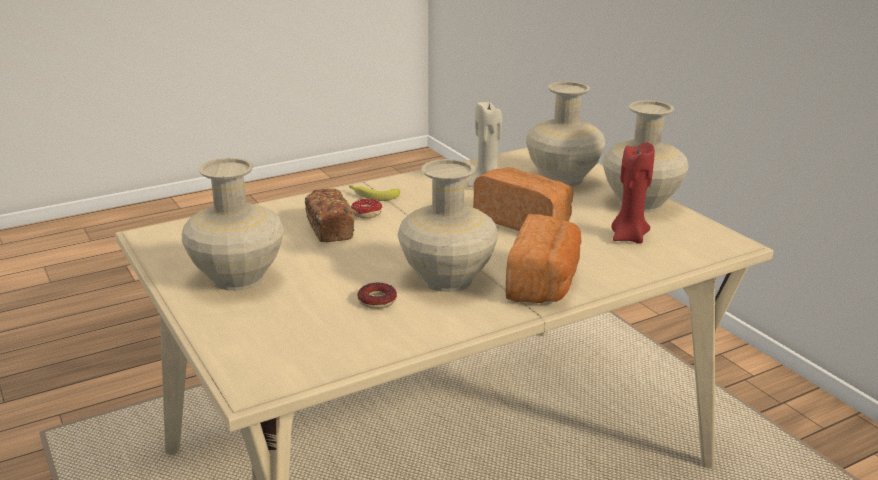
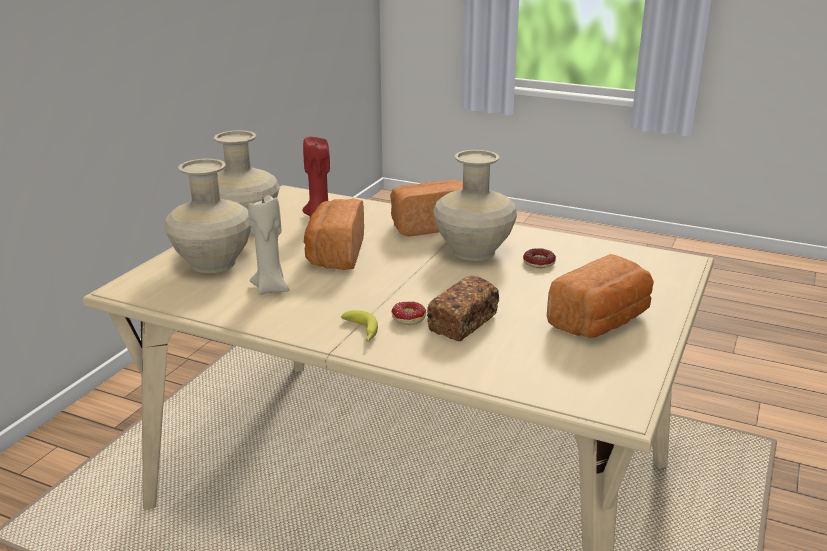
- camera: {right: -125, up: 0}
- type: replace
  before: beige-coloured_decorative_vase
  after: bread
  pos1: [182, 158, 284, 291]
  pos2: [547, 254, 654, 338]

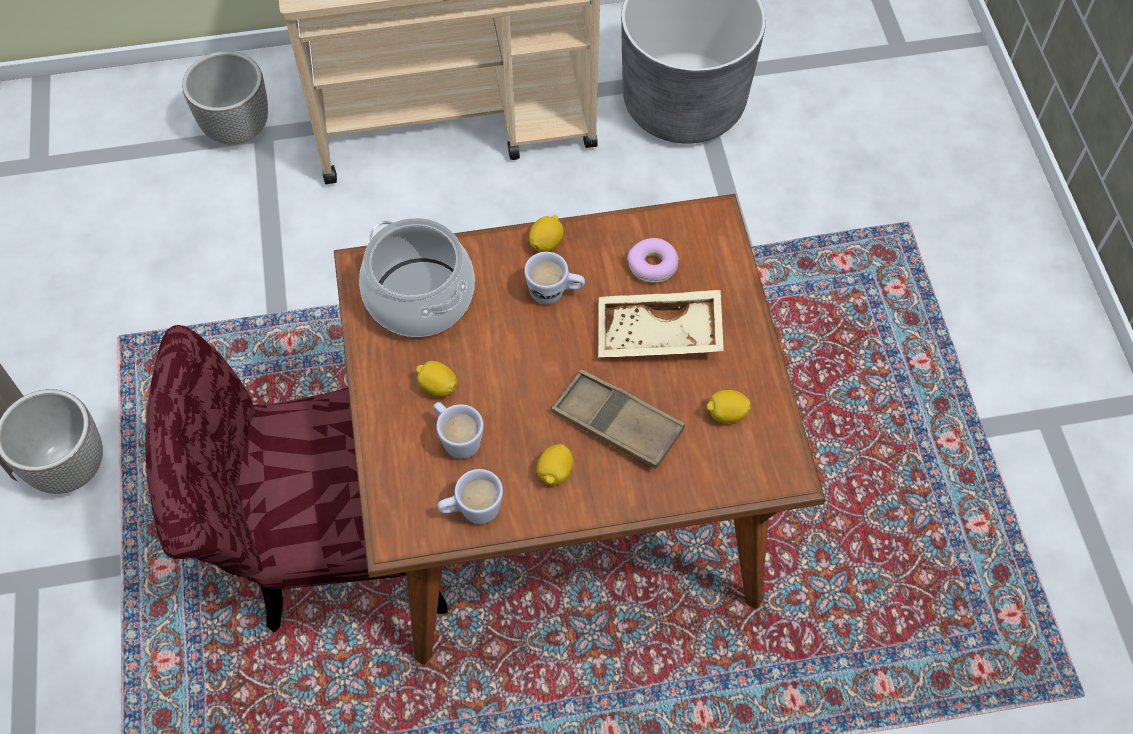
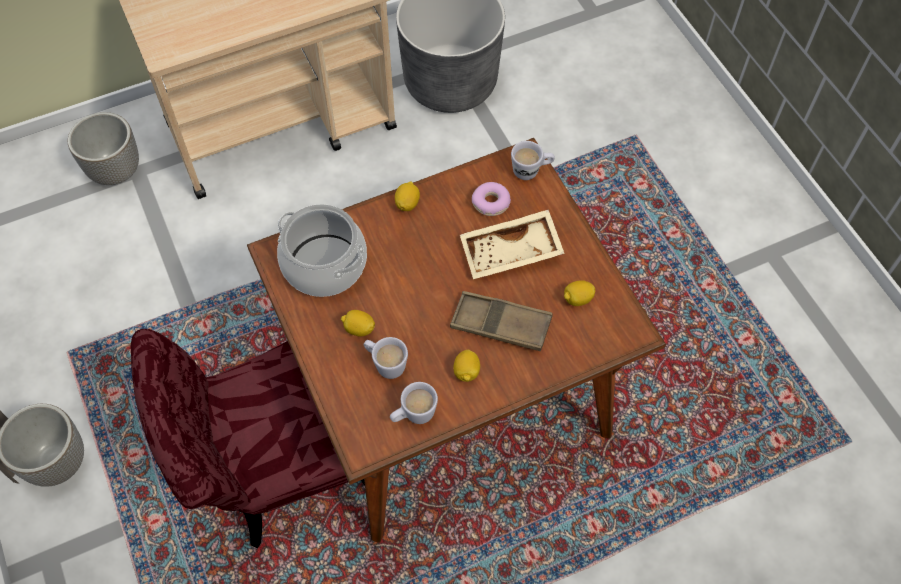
- camera: {right: -15, up: 0}
- type: move
  before: white_mug
  pos1: [524, 252, 585, 304]
  pos2: [511, 141, 555, 180]

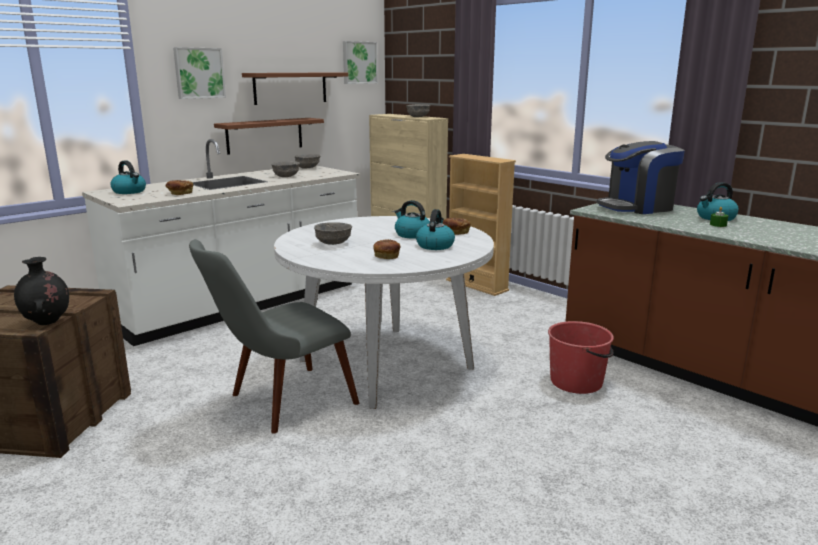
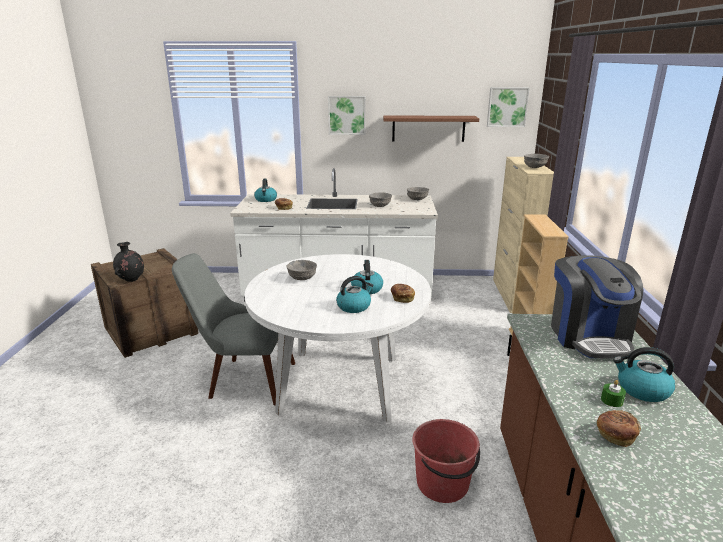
- camera: {right: 45, up: 5}
- type: rotate
  before: coffee_maker
  pos1: [597, 141, 685, 214]
  pos2: [551, 255, 643, 359]
  turn: -120
- type: move
  before: bread
  pos1: [373, 239, 400, 259]
  pos2: [597, 410, 641, 447]
- type: delete
  before: brown-coloured_shelf
  pos1: [214, 118, 324, 155]

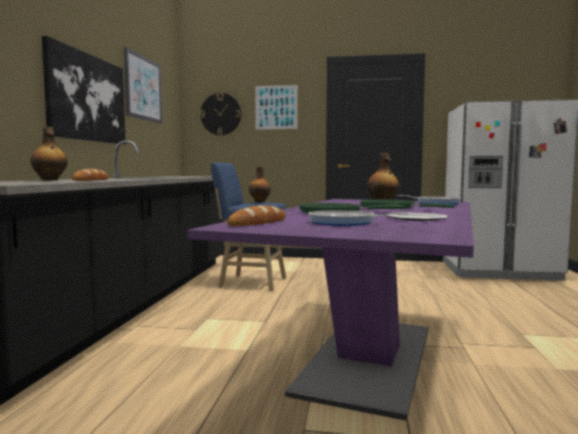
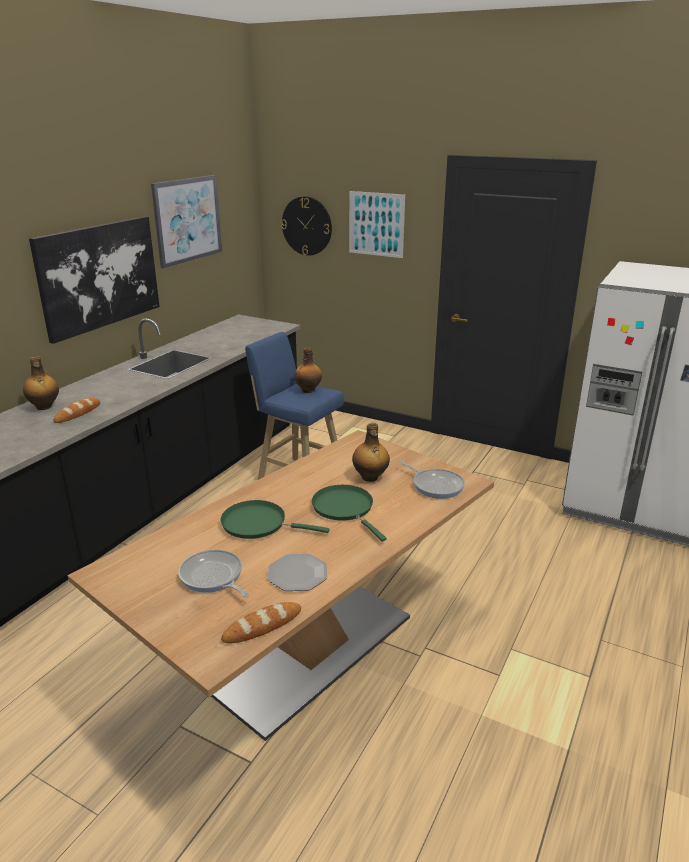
- camera: {right: 20, up: 20}
- type: recolor
  before: purple-coloured_dining_table
  after: beige-coloured_dining_table
  pos1: [187, 199, 474, 420]
  pos2: [68, 430, 494, 741]
- type: move
  before: bread
  pos1: [227, 205, 286, 226]
  pos2: [221, 602, 301, 643]

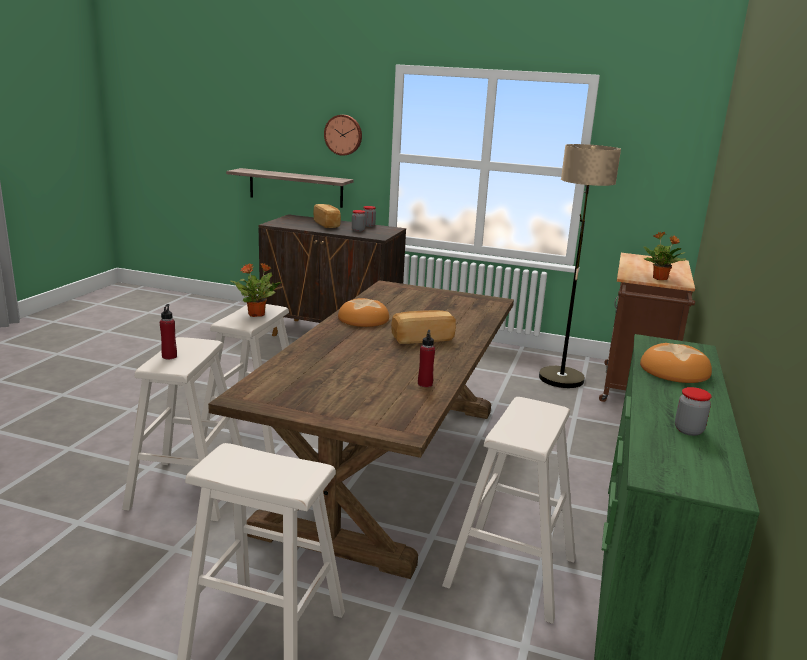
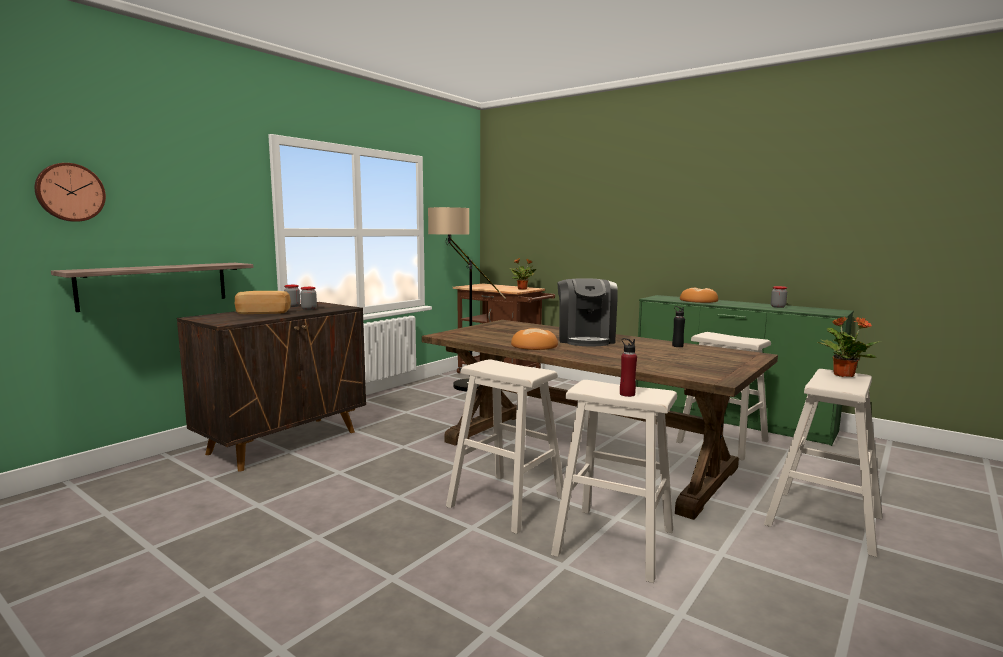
- camera: {right: -70, up: -10}
- type: move
  before: clock_on_the_wall
  pos1: [324, 115, 362, 156]
  pos2: [35, 163, 106, 222]
- type: replace
  before: bread
  after: coffee_maker
  pos1: [391, 310, 456, 344]
  pos2: [557, 278, 618, 346]
- type: recolor
  before: red-coloured_bottle
  after: blackish_bottle
  pos1: [418, 330, 435, 387]
  pos2: [672, 306, 685, 347]
- type: move
  before: plant_in_a_pot
  pos1: [230, 263, 281, 317]
  pos2: [817, 316, 881, 377]

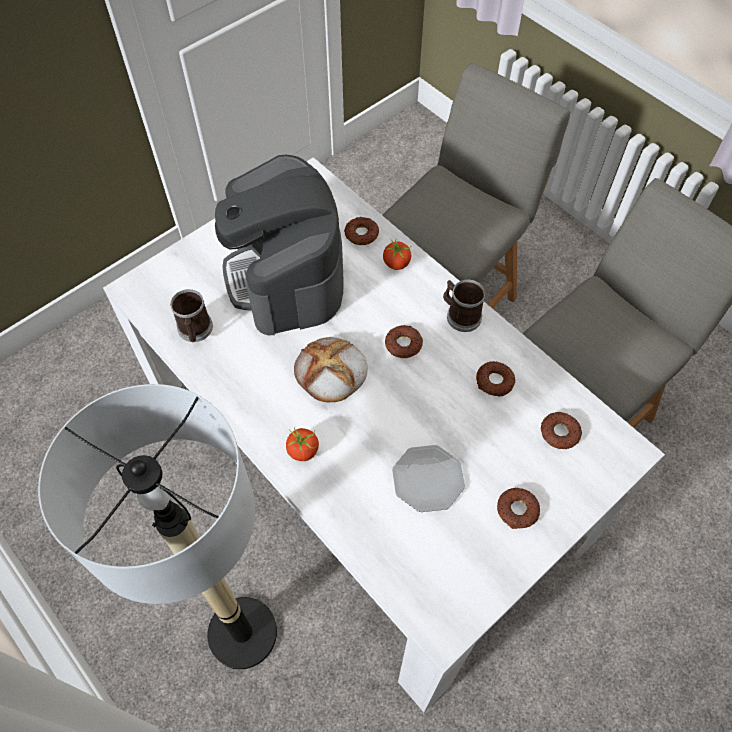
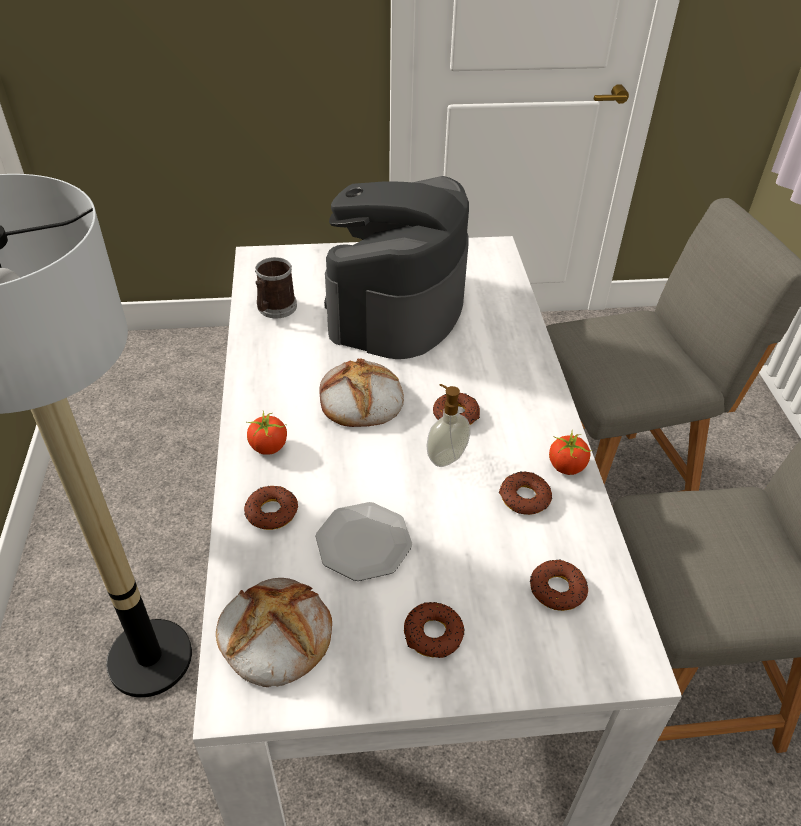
- camera: {right: 35, up: -15}
- type: insert
  after: bread
  pos2: [216, 578, 332, 687]
- type: move
  before: doughnut
  pos1: [344, 217, 379, 245]
  pos2: [244, 486, 298, 530]
- type: insert
  after: liquid_soap_bottle
  pos2: [426, 384, 470, 467]
- type: move
  before: tomato
  pos1: [383, 240, 412, 270]
  pos2: [549, 429, 593, 475]
- type: delete
  before: mug
  pos1: [443, 279, 486, 332]

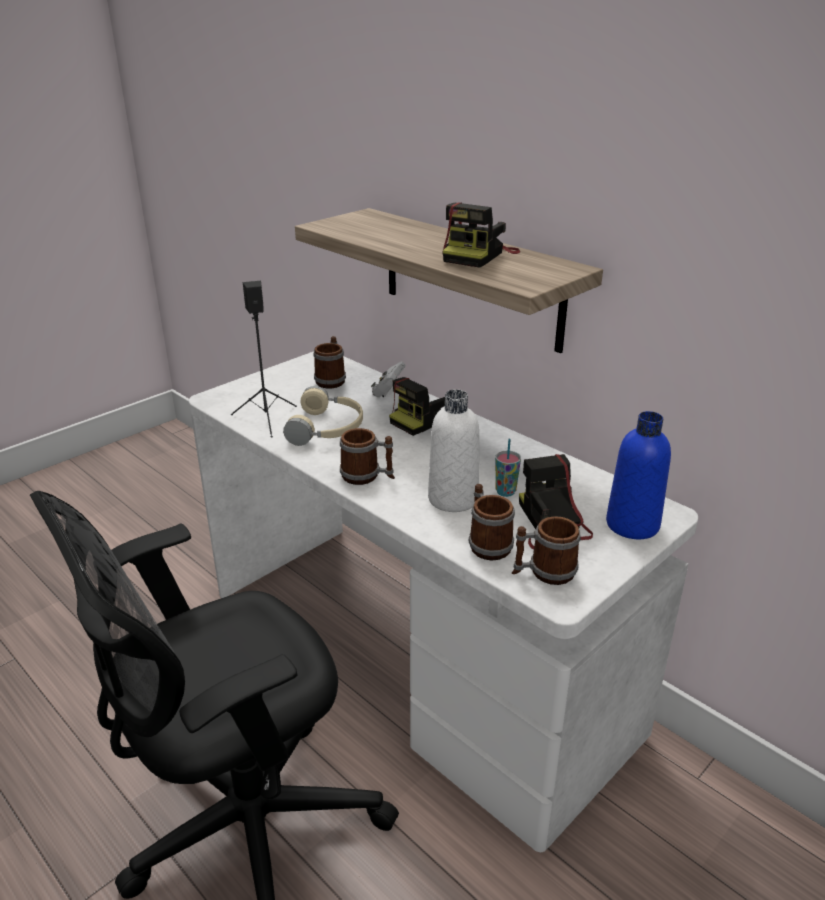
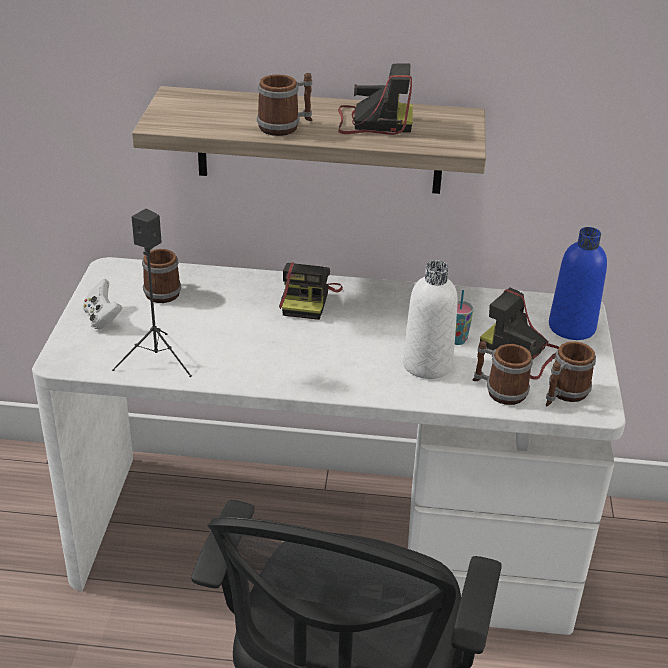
- camera: {right: -40, up: 5}
- type: move
  before: white_joypad
  pos1: [371, 362, 406, 397]
  pos2: [83, 279, 122, 330]
- type: move
  before: mug
  pos1: [340, 428, 395, 485]
  pos2: [257, 73, 312, 136]
- type: rotate
  before: photo_camera
  pos1: [442, 202, 520, 268]
  pos2: [338, 63, 413, 135]
  turn: -75
- type: delete
  before: beige-coloured_headphones
  pos1: [283, 386, 363, 446]

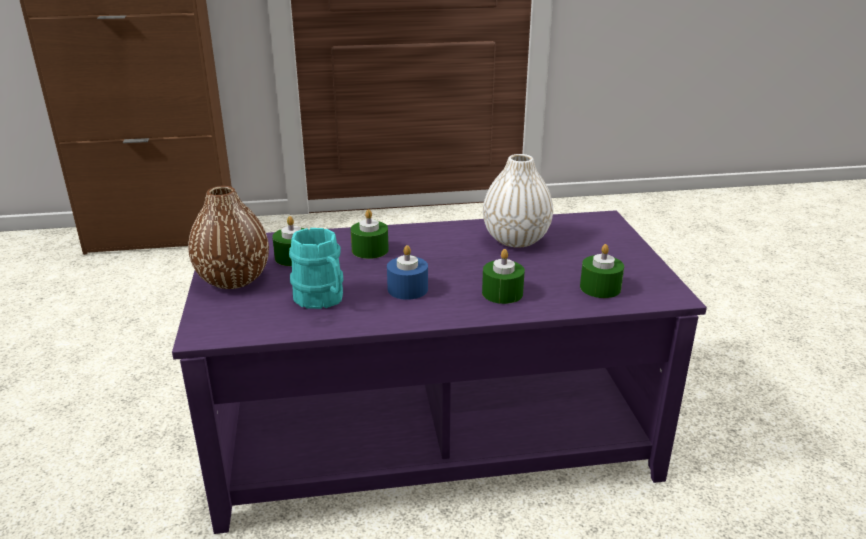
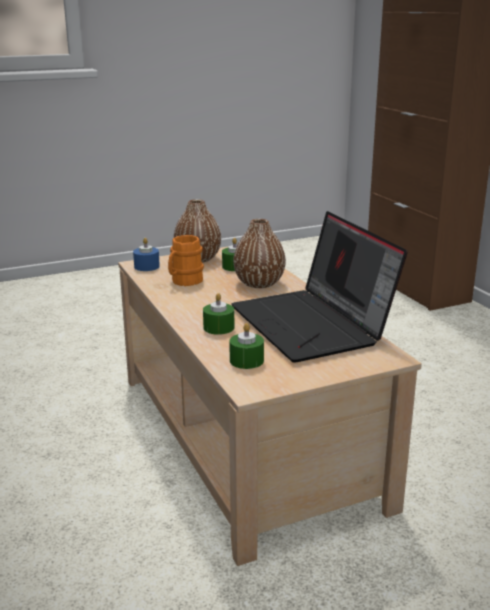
- camera: {right: 75, up: -5}
- type: recolor
  before: purple-coloured_coffee_table
  after: beige-coloured_coffee_table
  pos1: [172, 210, 707, 534]
  pos2: [118, 246, 422, 566]
- type: move
  before: bluish_candle
  pos1: [387, 245, 428, 300]
  pos2: [133, 238, 160, 271]
- type: recolor
  before: blue-green_mug
  after: orange_mug
  pos1: [289, 228, 343, 309]
  pos2: [168, 235, 204, 286]
- type: replace
  before: white_decorative_vase
  after: laptop
  pos1: [483, 154, 553, 247]
  pos2: [231, 211, 408, 362]
- type: replace
  before: green_candle
  after: brown-coloured_decorative_vase
  pos1: [351, 210, 389, 259]
  pos2: [233, 219, 286, 288]

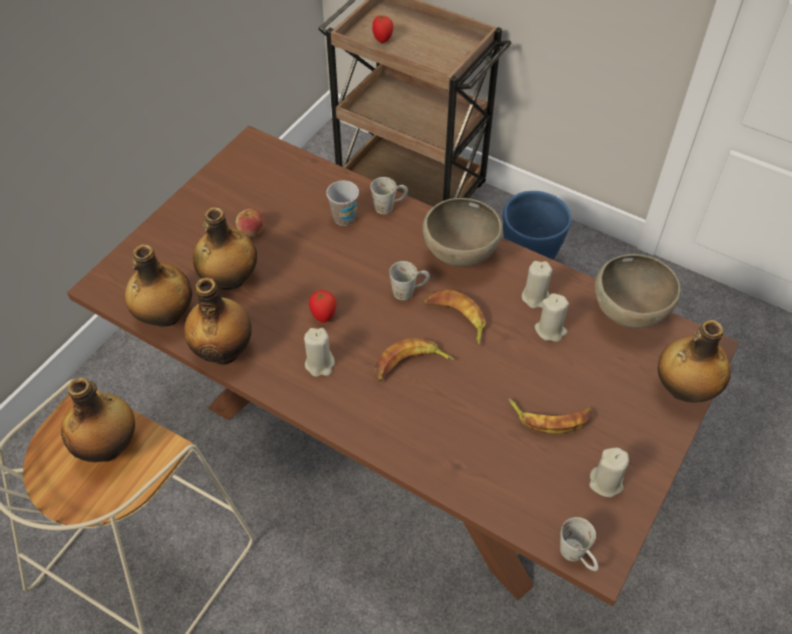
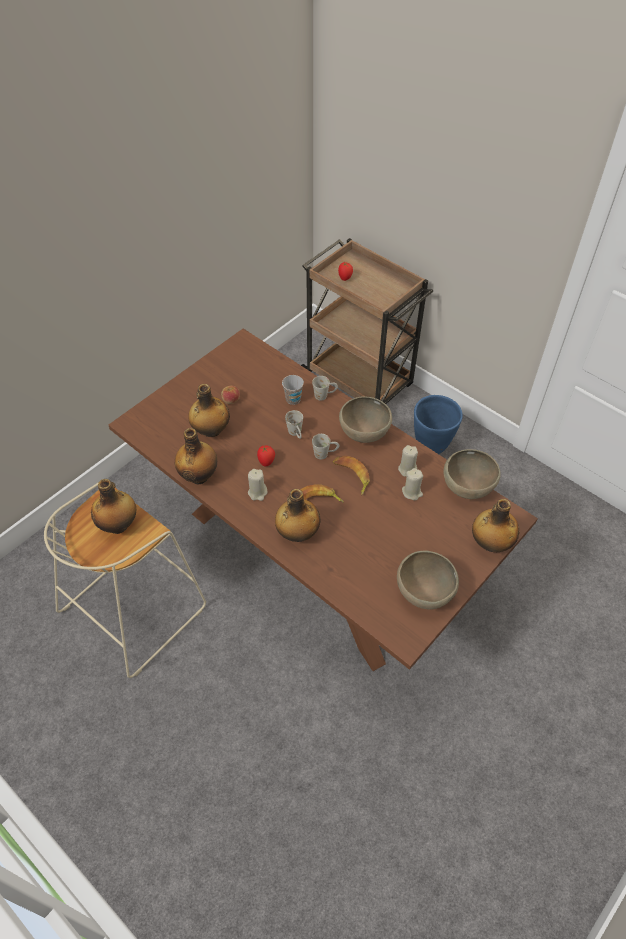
- camera: {right: 10, up: 0}
- type: move
  before: bottle
  pos1: [125, 244, 192, 327]
  pos2: [275, 489, 321, 542]
- type: move
  before: white_mug
  pos1: [560, 517, 599, 571]
  pos2: [285, 410, 303, 439]
- type: replace
  before: beige-coloured_candle
  after: brown-coloured_bowl
  pos1: [589, 448, 629, 497]
  pos2: [397, 551, 459, 610]
- type: delete
  before: banana_fruit
  pos1: [508, 398, 593, 434]

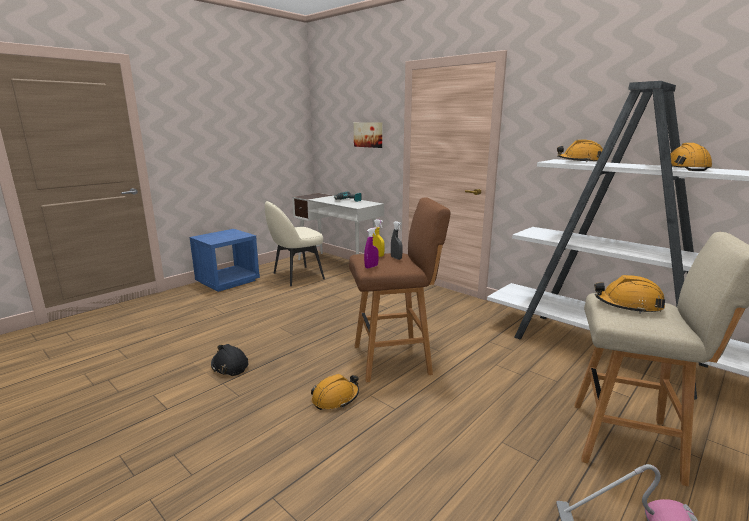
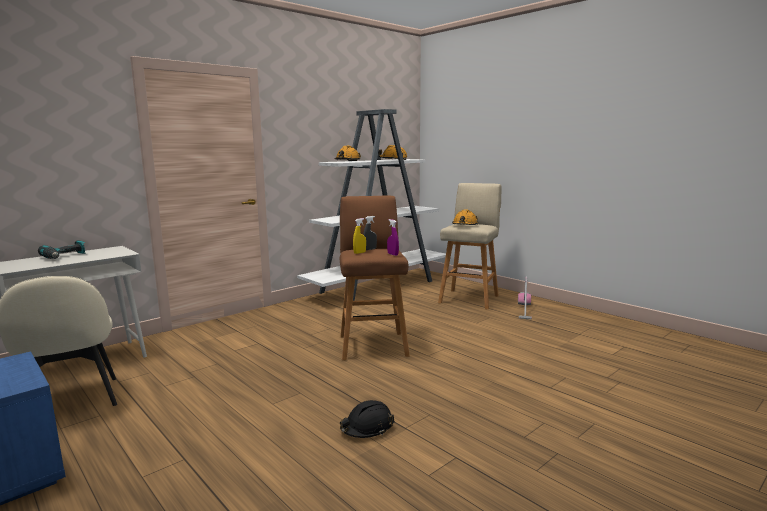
- camera: {right: -85, up: -5}
- type: delete
  before: orange_safety_helmet
  pos1: [311, 374, 359, 410]
- type: delete
  before: wall_picture
  pos1: [354, 122, 382, 148]

